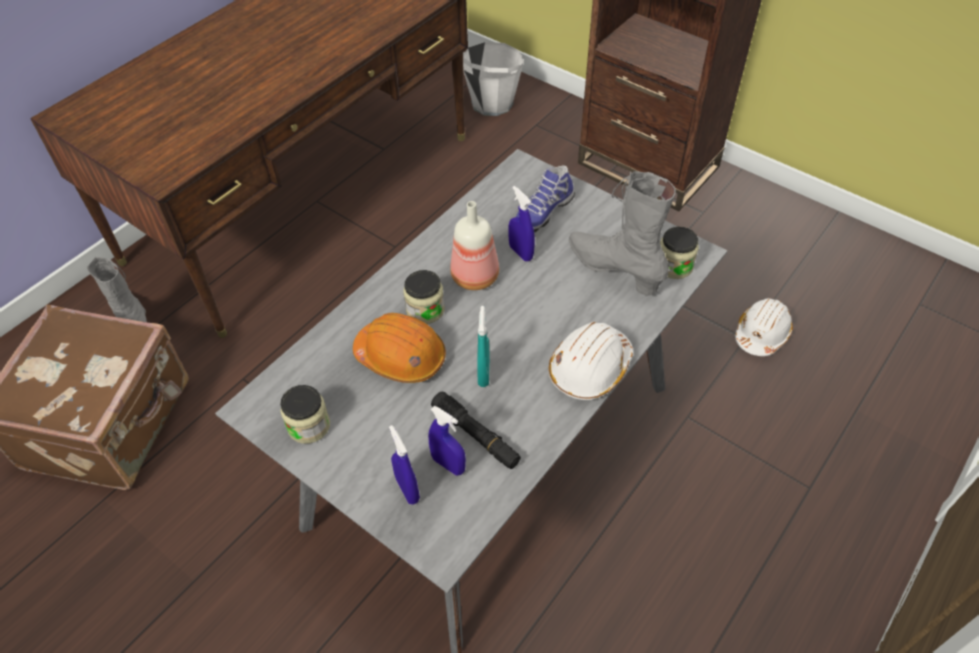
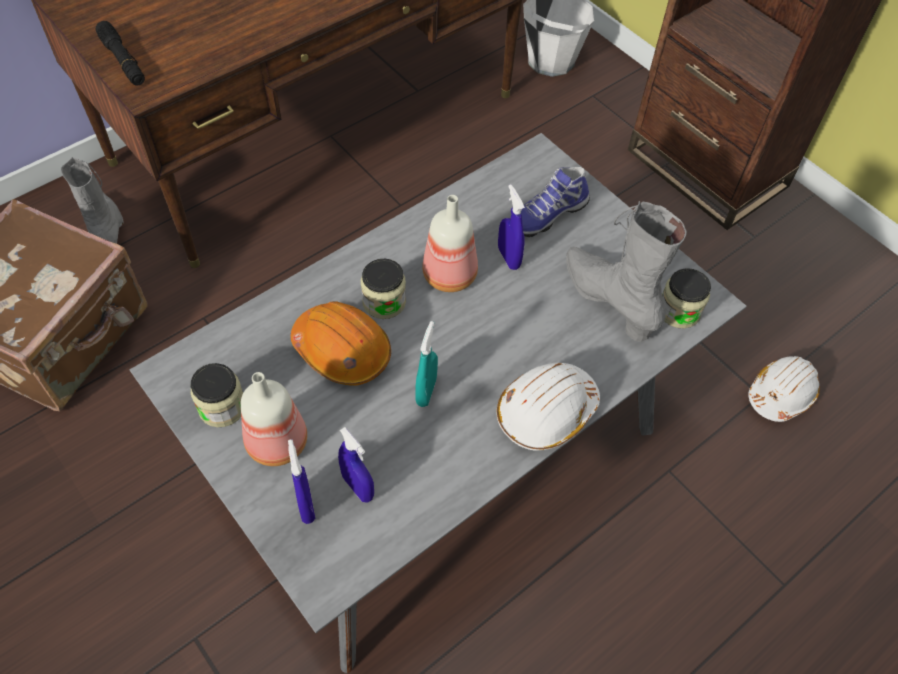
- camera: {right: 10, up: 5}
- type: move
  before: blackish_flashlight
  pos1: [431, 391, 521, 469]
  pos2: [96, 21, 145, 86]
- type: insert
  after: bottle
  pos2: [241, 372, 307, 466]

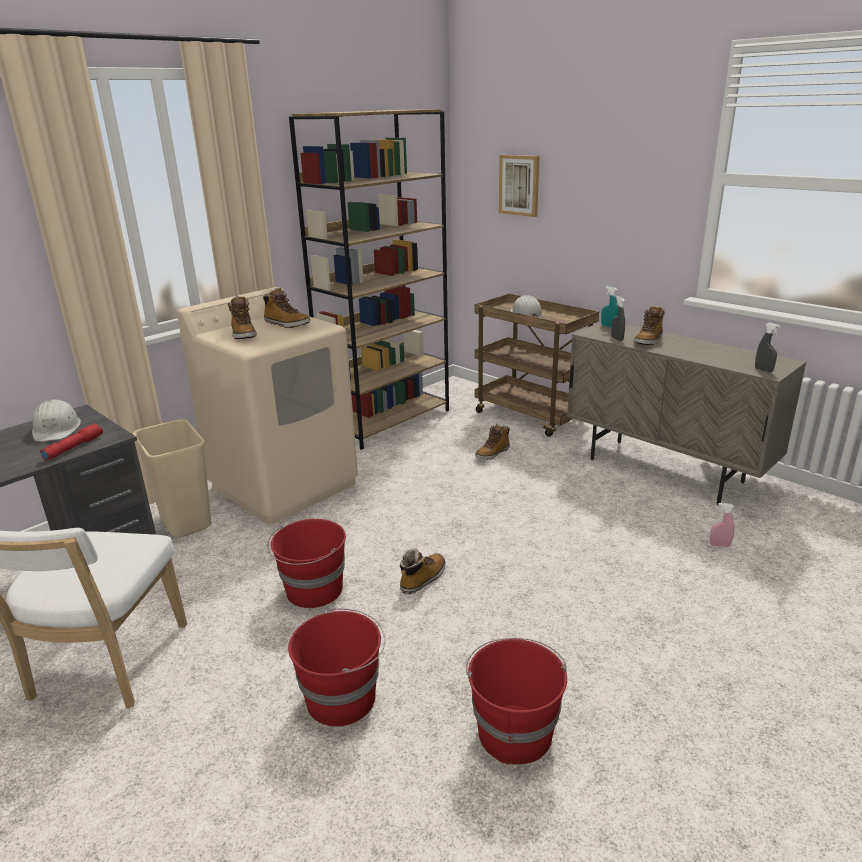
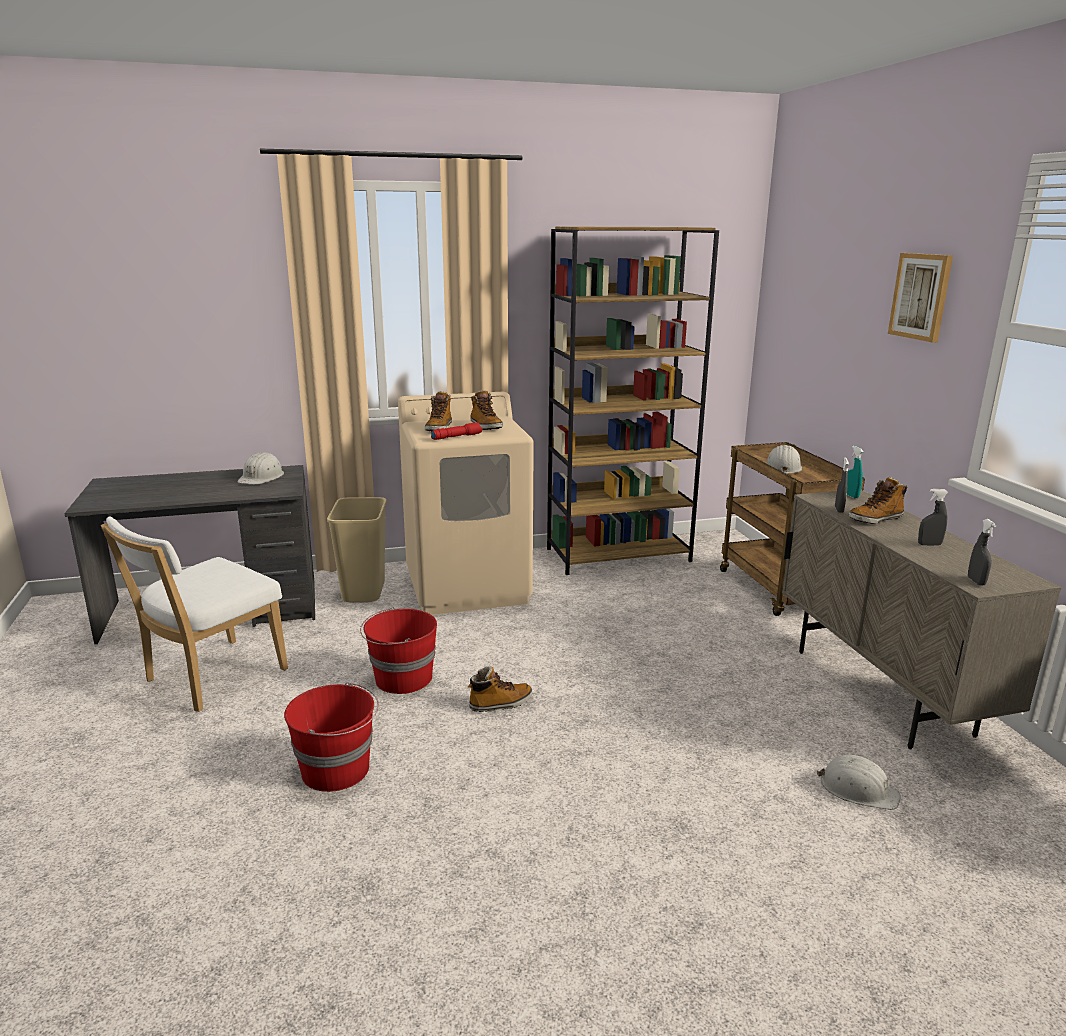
- camera: {right: 30, up: -5}
- type: move
  before: red-coloured_flashlight
  pos1: [40, 423, 103, 460]
  pos2: [431, 422, 482, 440]
- type: replace
  before: pink_spray_bottle
  after: white_safety_helmet
  pos1: [710, 503, 734, 547]
  pos2: [817, 755, 901, 810]
- type: move
  before: wall_picture
  pos1: [499, 155, 540, 217]
  pos2: [888, 253, 953, 343]
- type: insert
  after: greyish_spray_bottle
  pos2: [918, 489, 949, 546]
- type: delete
  before: red-coloured_bucket
  pos1: [466, 638, 567, 765]
- type: delete
  before: tall_boot
  pos1: [475, 424, 510, 460]

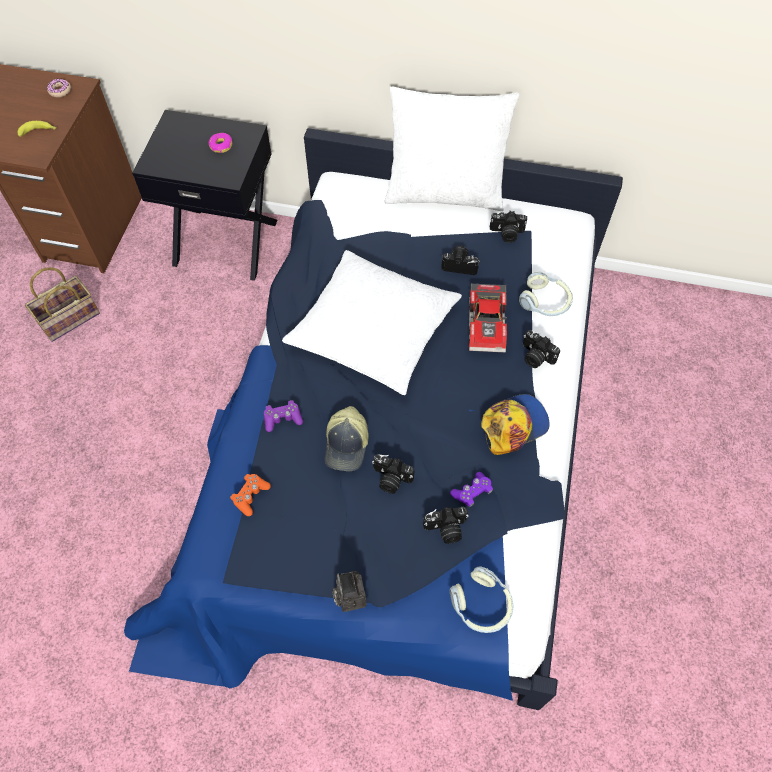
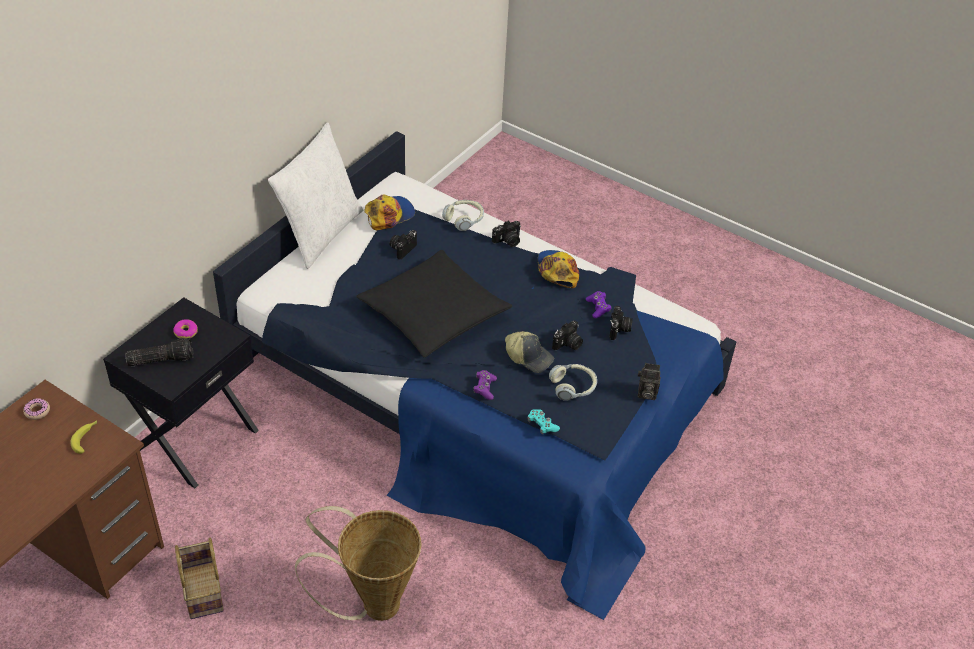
- camera: {right: -70, up: -15}
- type: insert
  after: flashlight
  pos2: [125, 338, 194, 366]
- type: insert
  after: basket
  pos2: [295, 506, 422, 621]
- type: recolor
  before: white_pillow
  after: blackish_pillow
  pos1: [282, 250, 462, 395]
  pos2: [357, 250, 512, 357]
- type: replace
  before: photo_camera
  after: baseball_cap
  pos1: [490, 211, 527, 243]
  pos2: [364, 194, 415, 230]
- type: recolor
  before: orange_joypad
  after: blue-green_joypad
  pos1: [230, 474, 271, 516]
  pos2: [527, 409, 560, 435]
- type: move
  before: headphones
  pos1: [450, 566, 513, 633]
  pos2: [549, 364, 597, 401]
- type: delete
  before: miniature_car
  pos1: [469, 283, 507, 353]

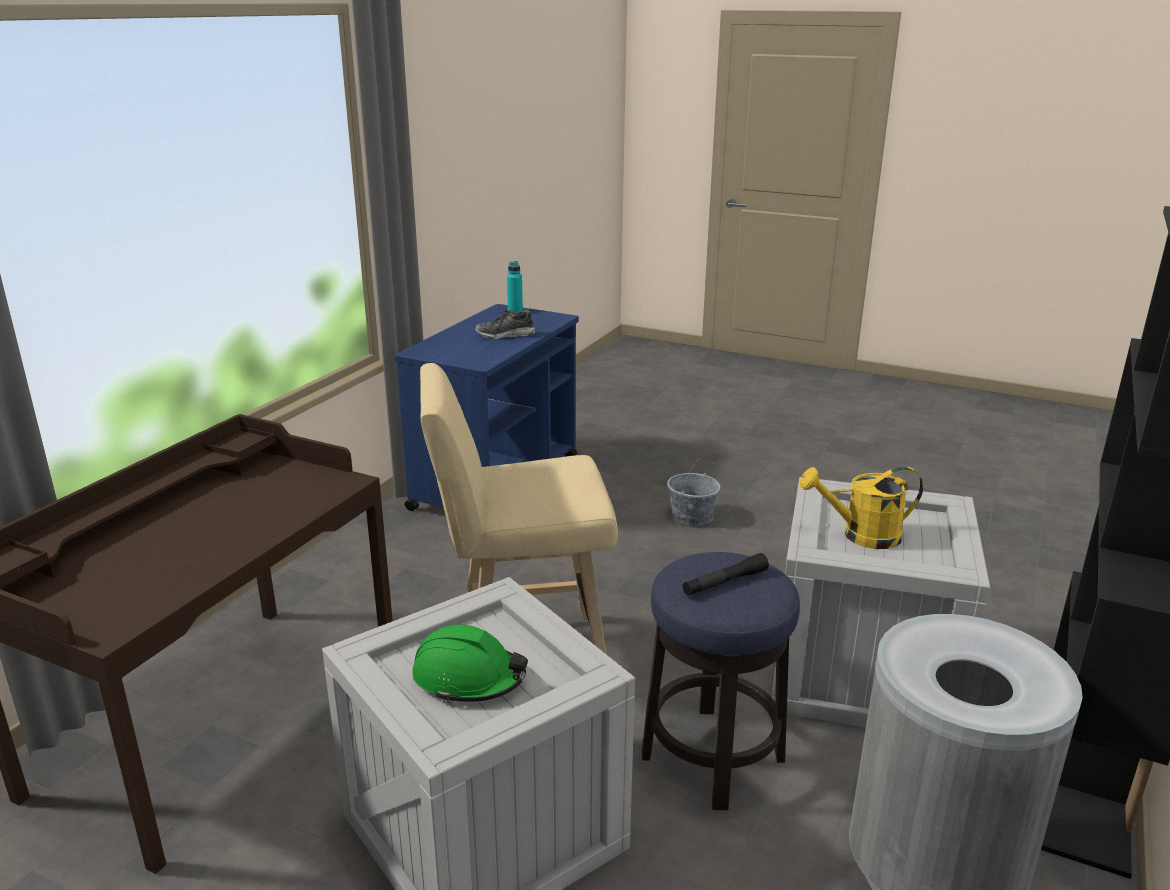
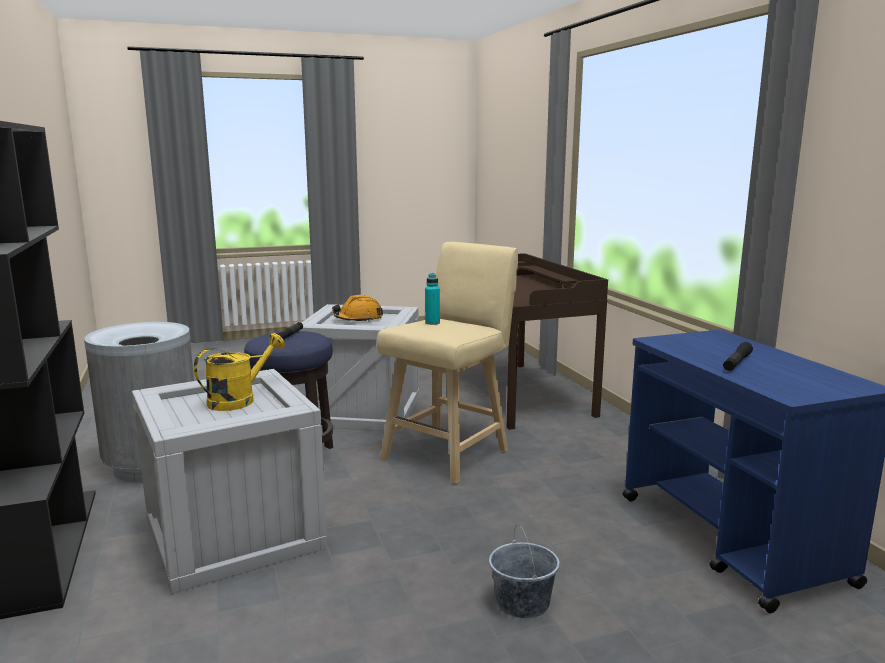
- camera: {right: 135, up: -10}
- type: recolor
  before: green_safety_helmet
  after: orange_safety_helmet
  pos1: [412, 624, 528, 703]
  pos2: [332, 295, 383, 322]
- type: move
  before: blue-green_bottle
  pos1: [507, 261, 523, 313]
  pos2: [425, 273, 440, 325]
- type: replace
  before: shoe
  after: blackish_flashlight
  pos1: [475, 310, 535, 340]
  pos2: [723, 342, 753, 371]

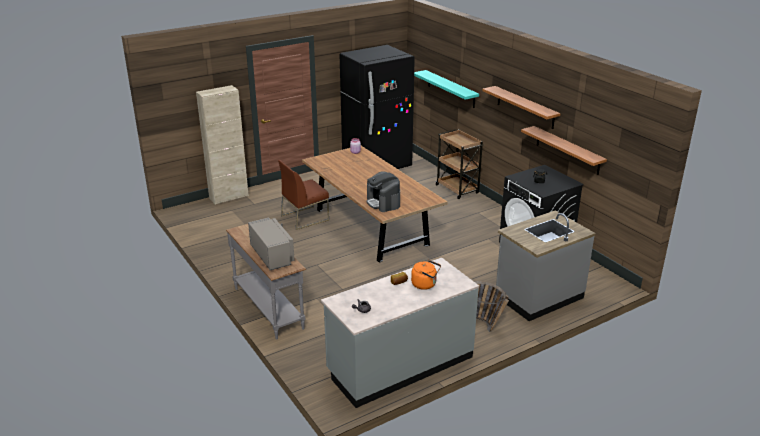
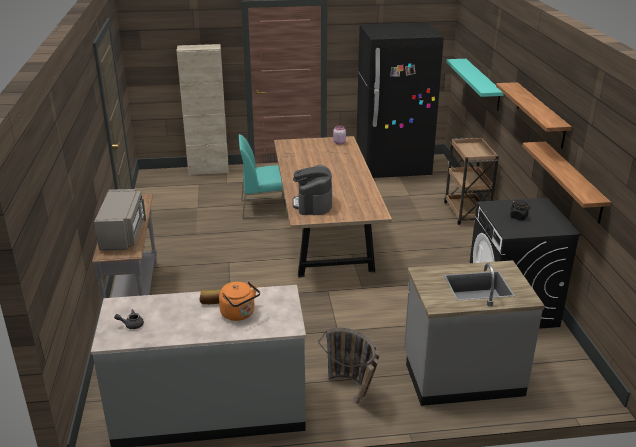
- camera: {right: 25, up: 0}
- type: recolor
  before: brown-coloured_upright_chair
  after: blue-green_upright_chair
  pos1: [278, 160, 329, 230]
  pos2: [239, 134, 287, 219]

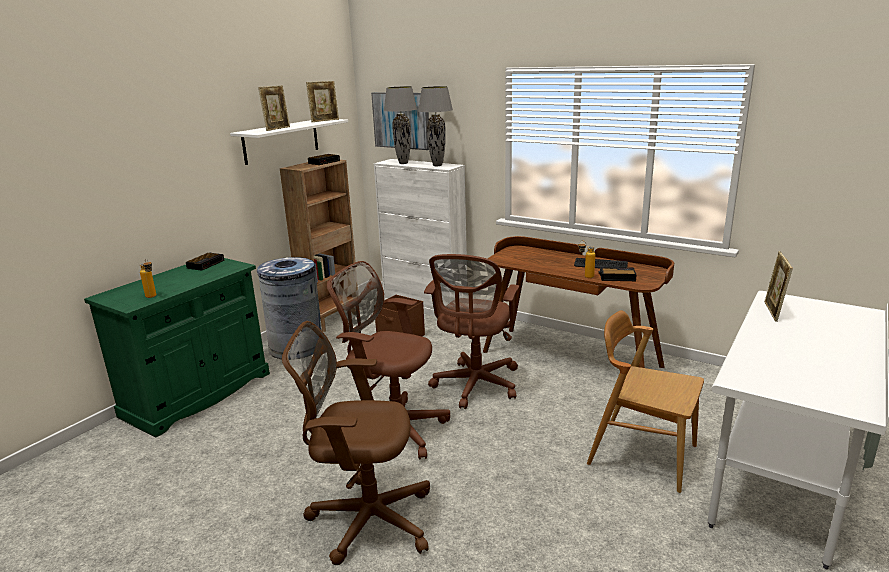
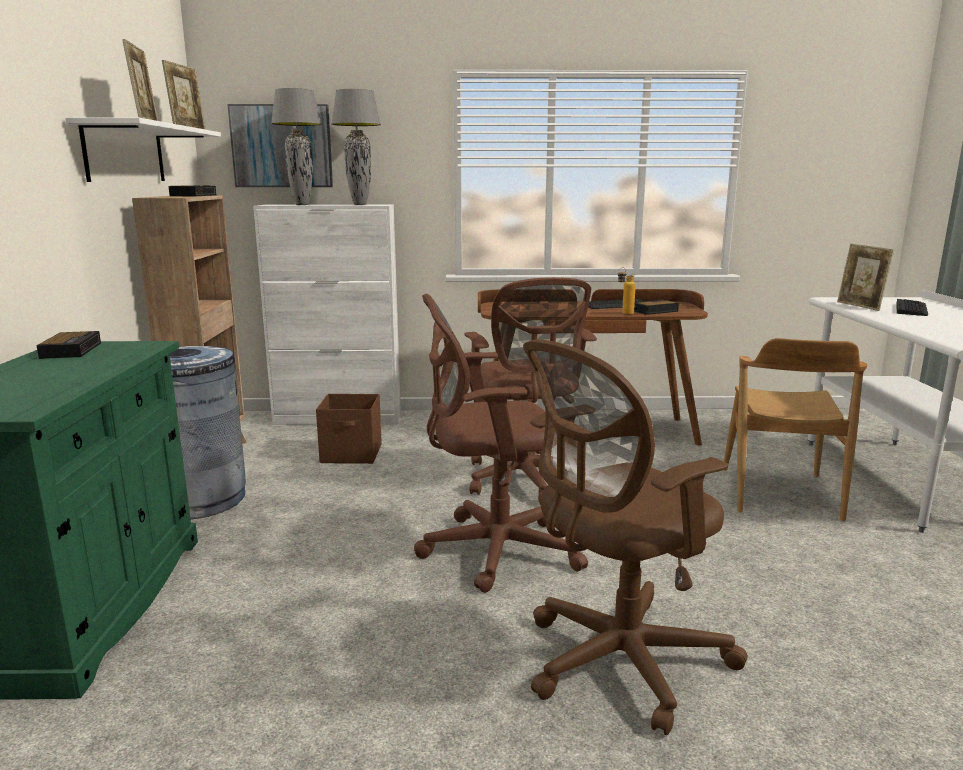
- camera: {right: -35, up: -5}
- type: rotate
  before: brown-coloured_upright_chair
  pos1: [587, 310, 704, 493]
  pos2: [724, 338, 867, 521]
  turn: -75
- type: insert
  after: keyboard
  pos2: [896, 299, 928, 316]
- type: delete
  before: bottle
  pos1: [140, 260, 156, 298]

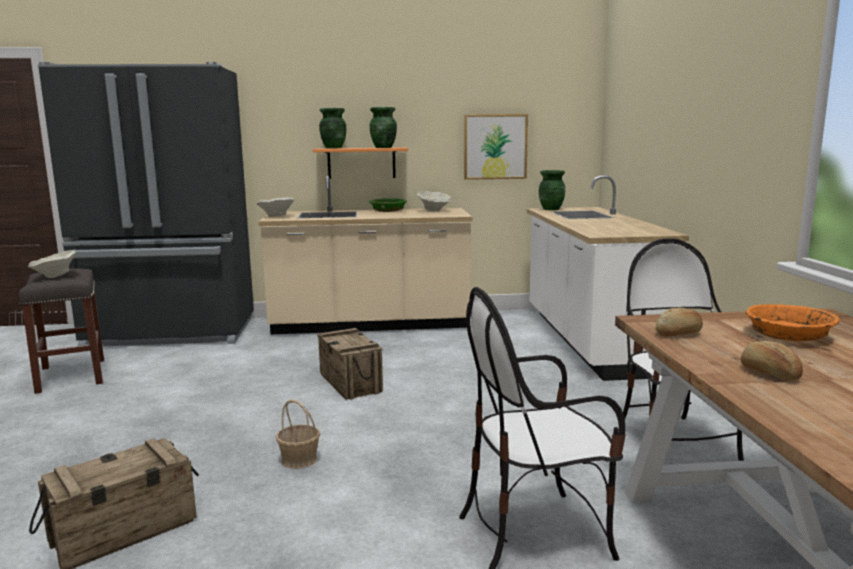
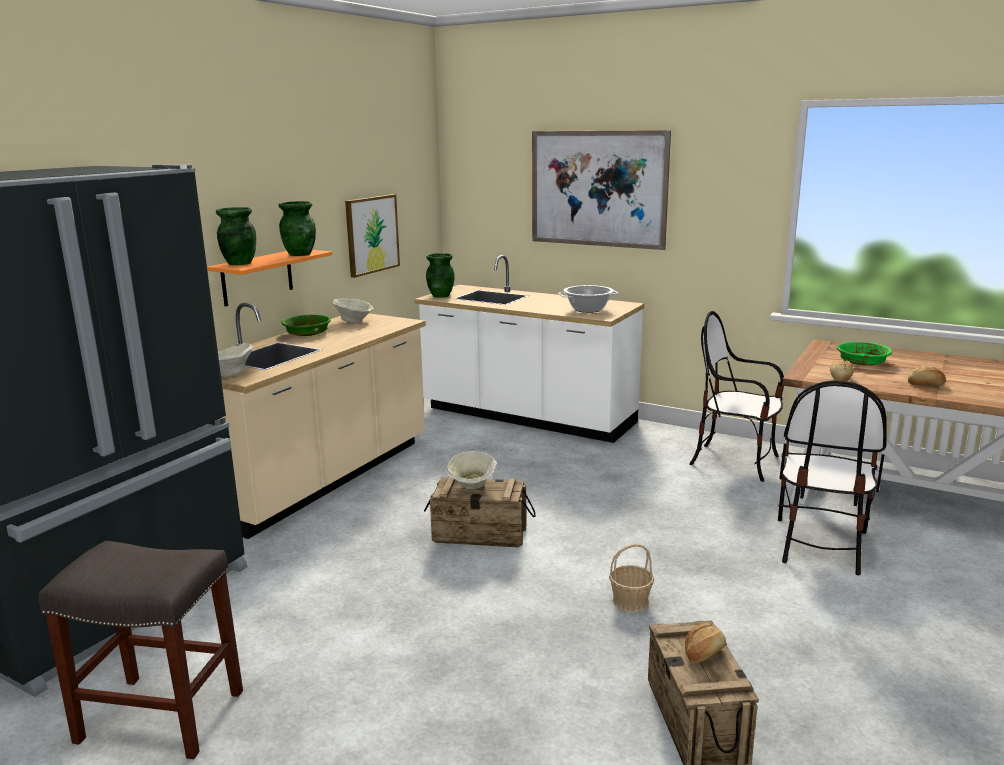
- camera: {right: -55, up: 5}
- type: move
  before: beige-coloured_bowl
  pos1: [28, 250, 76, 278]
  pos2: [446, 451, 497, 489]
- type: insert
  after: wall_picture
  pos2: [532, 130, 671, 250]
- type: insert
  after: stockpot
  pos2: [558, 285, 619, 313]
- type: insert
  after: bread
  pos2: [685, 623, 726, 663]
- type: recolor
  before: orange_bowl
  after: green_bowl
  pos1: [745, 304, 840, 341]
  pos2: [837, 342, 892, 365]

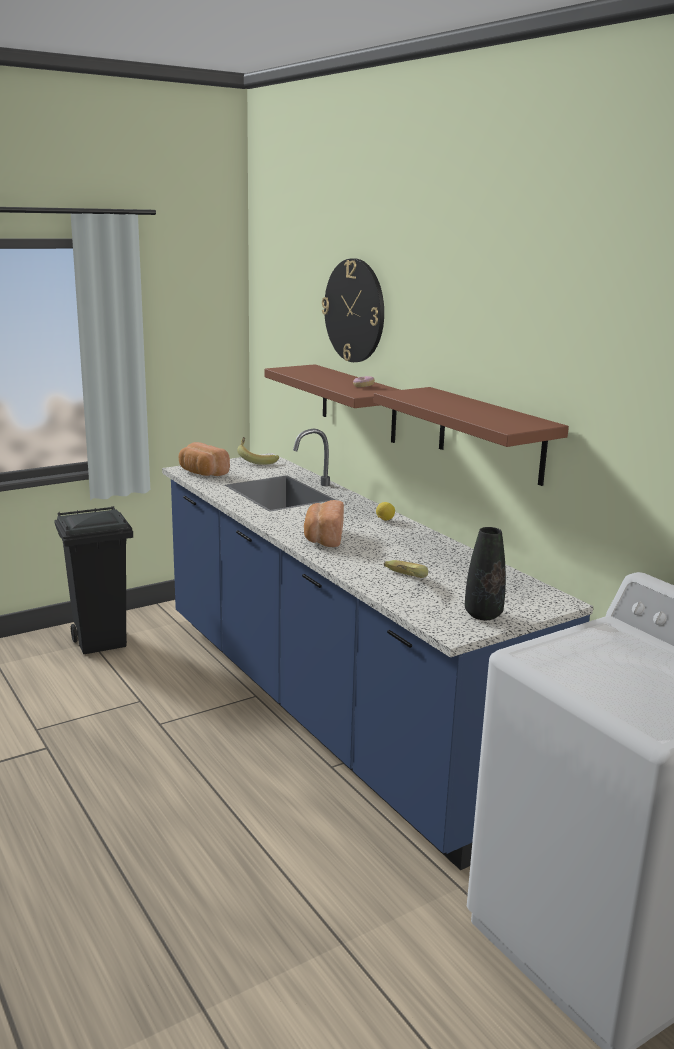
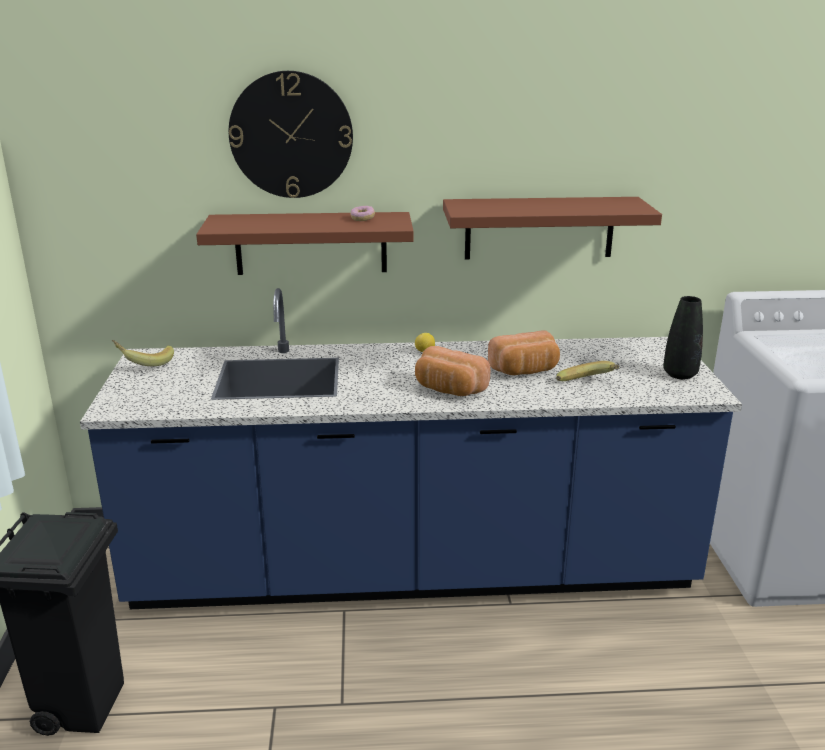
- camera: {right: -60, up: 5}
- type: move
  before: bread
  pos1: [179, 442, 230, 476]
  pos2: [488, 330, 560, 375]

